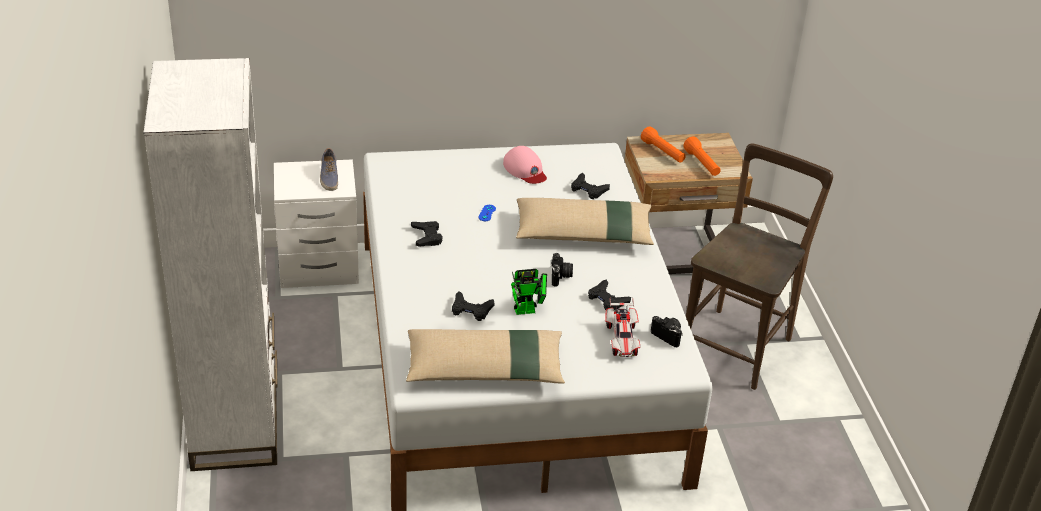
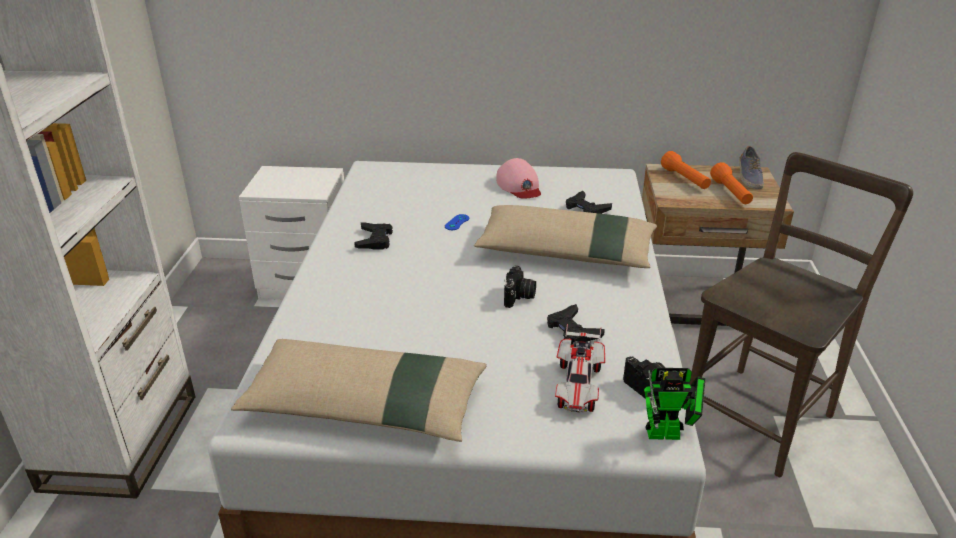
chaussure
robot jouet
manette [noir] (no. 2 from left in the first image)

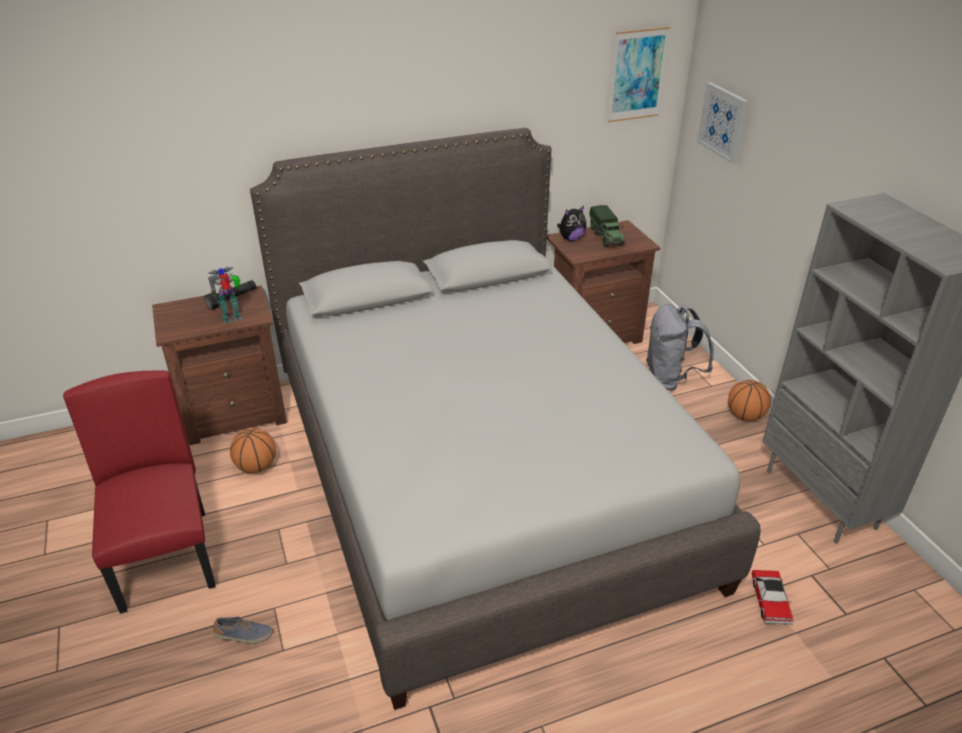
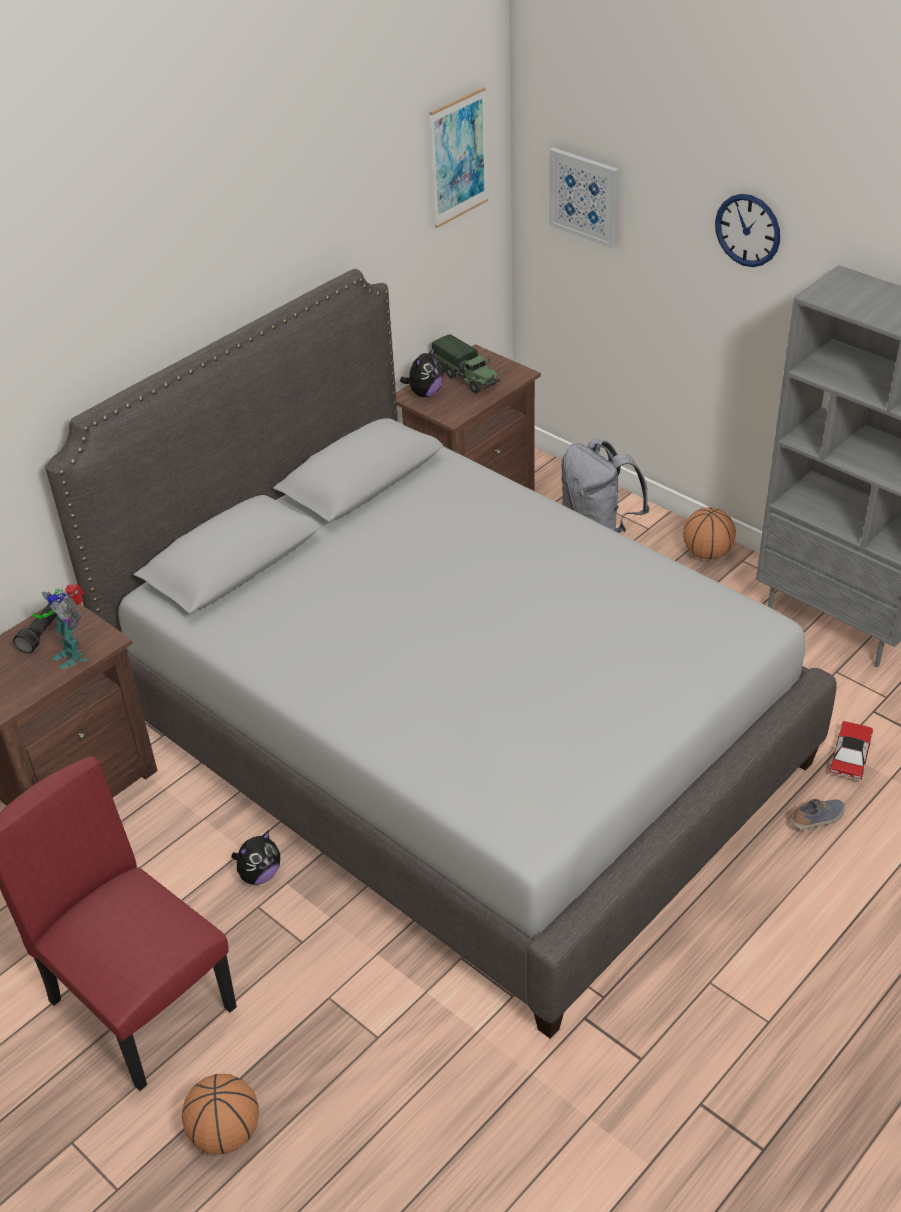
robot jouet
ballon de basket (no. 1 from left)
petite voiture
chaussure
horloge murale
peluche (no. 1 from left)

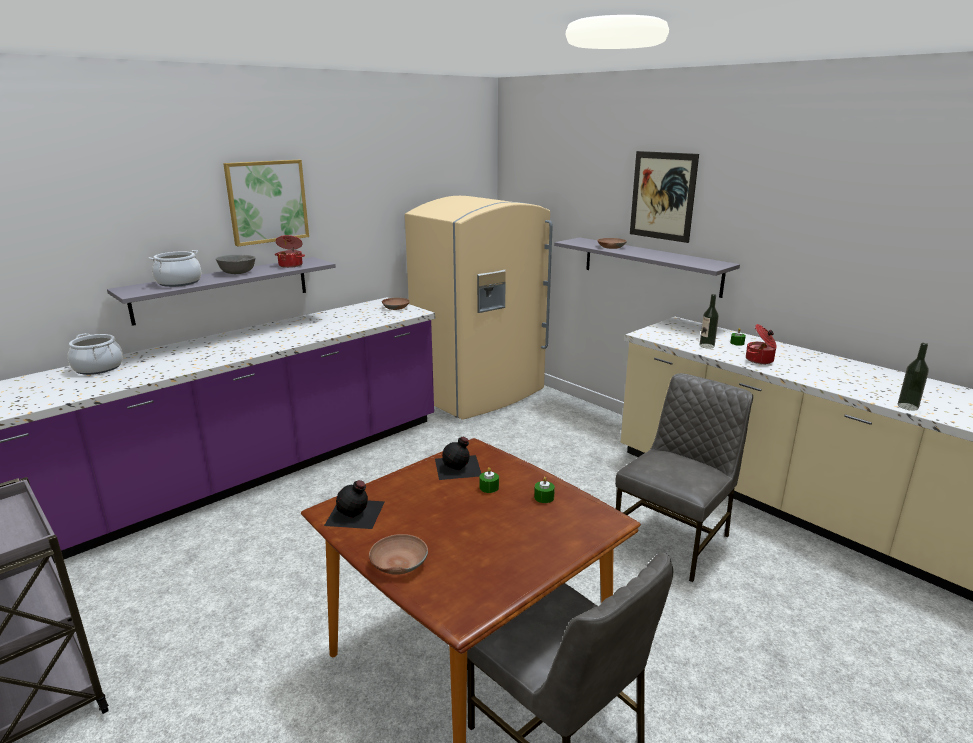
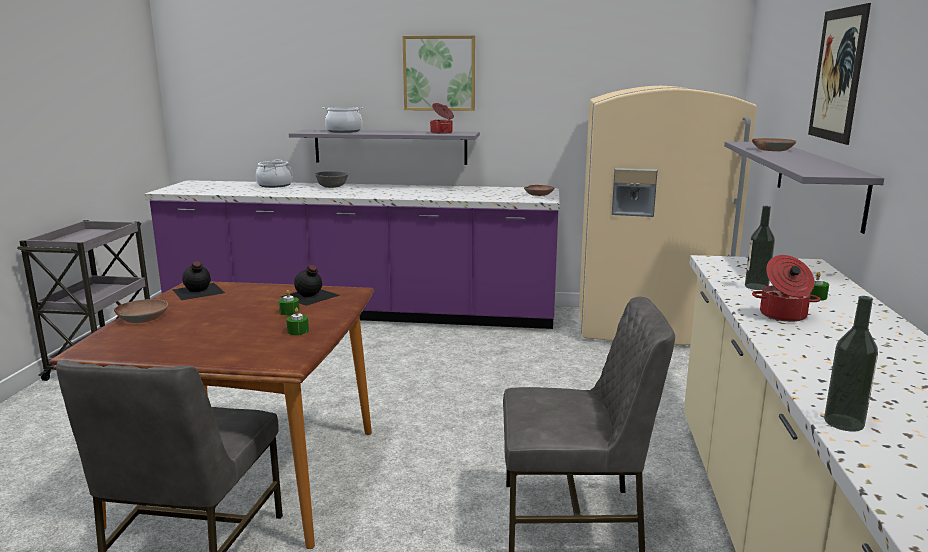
bol [gris]

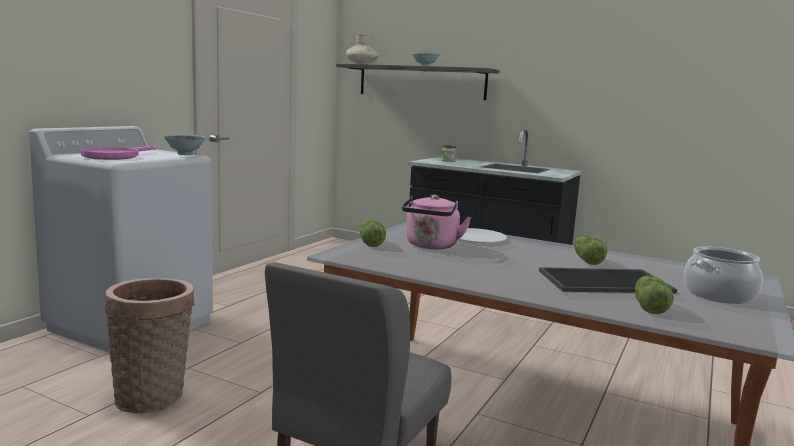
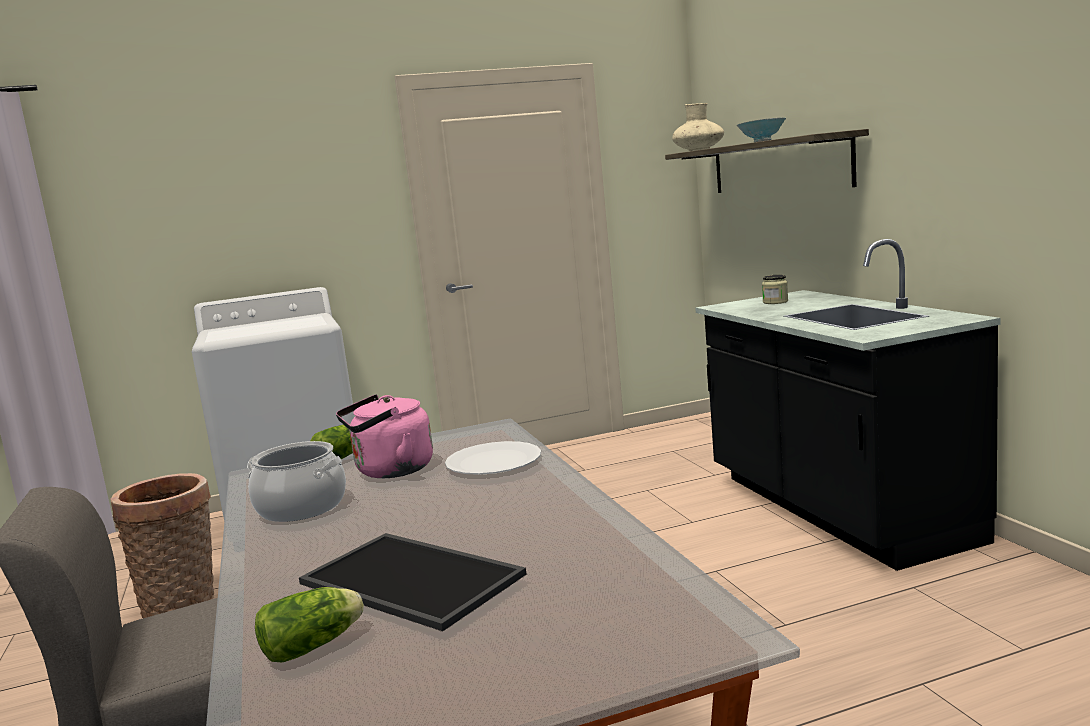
bol (no. 1 from left in the first image)
poêle [rose]
laitue (no. 2 from left in the first image)
marmite

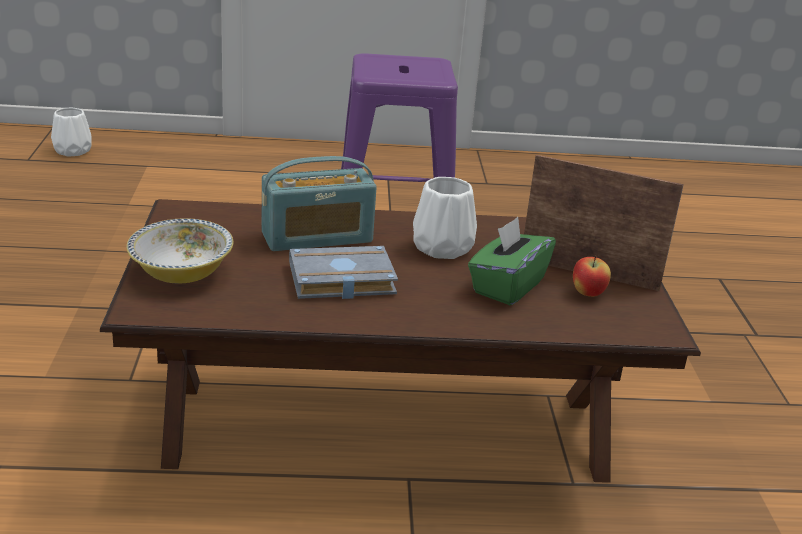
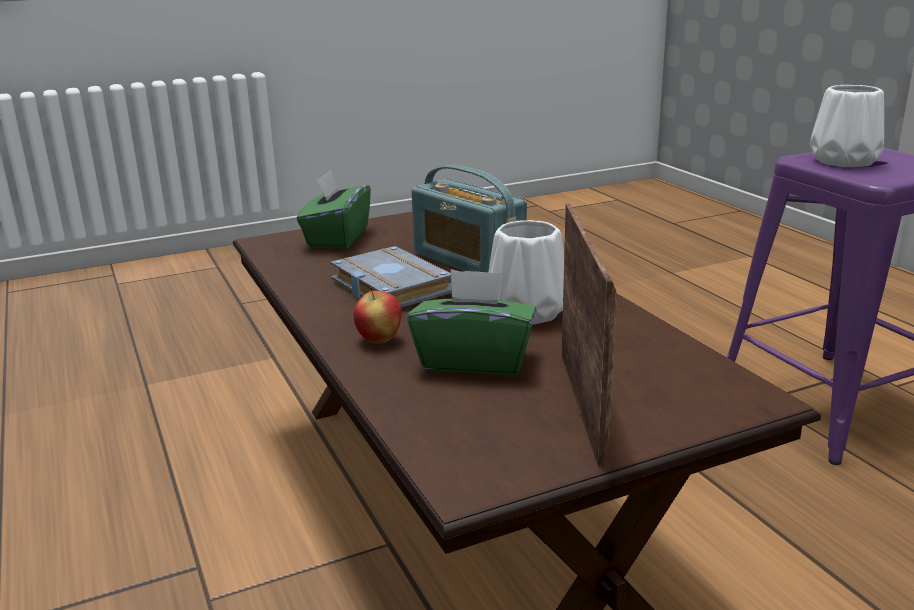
vase [blanc] (no. 2 from left)
boîte à mouchoirs [vert] (no. 1 from left)
pomme

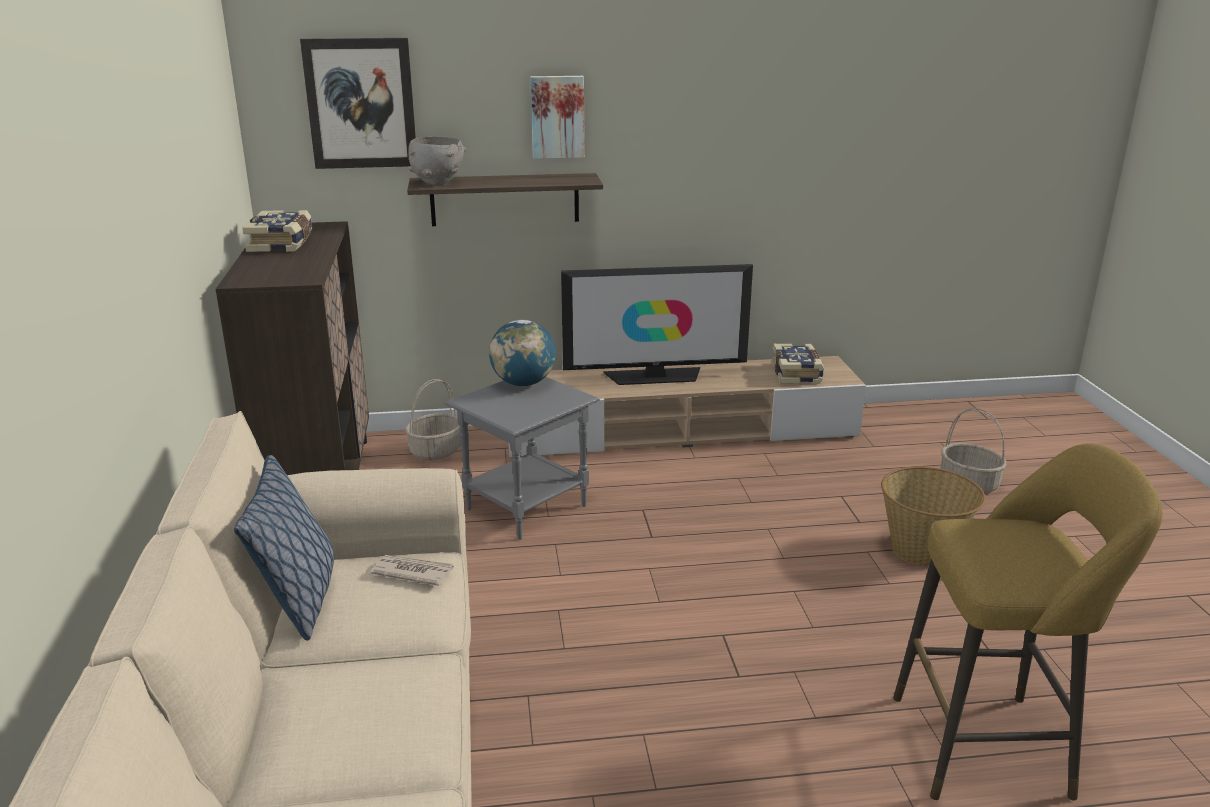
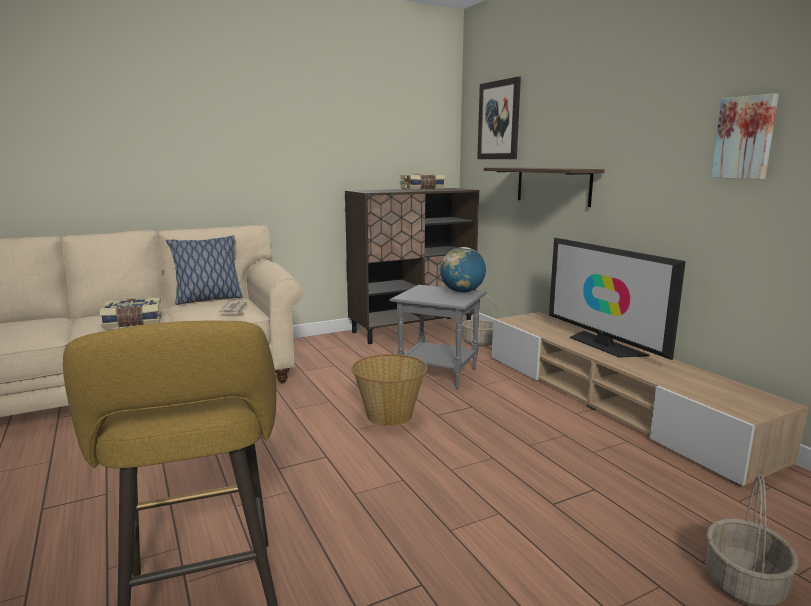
tableau (no. 2 from left)
bol [gris]
livre (no. 1 from left)
panier (no. 1 from left)

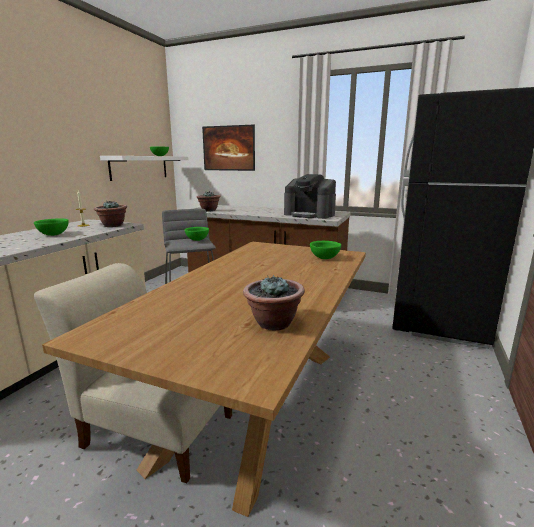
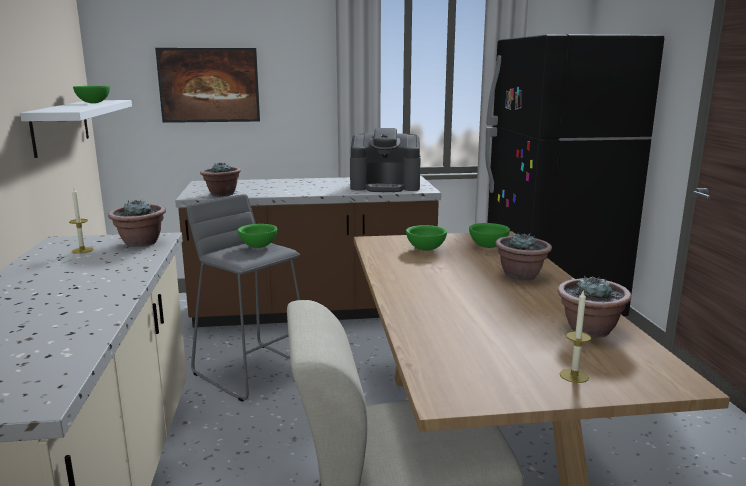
bol [vert] (no. 3 from left)
plante en pot (no. 3 from left)
bougie (no. 2 from left)

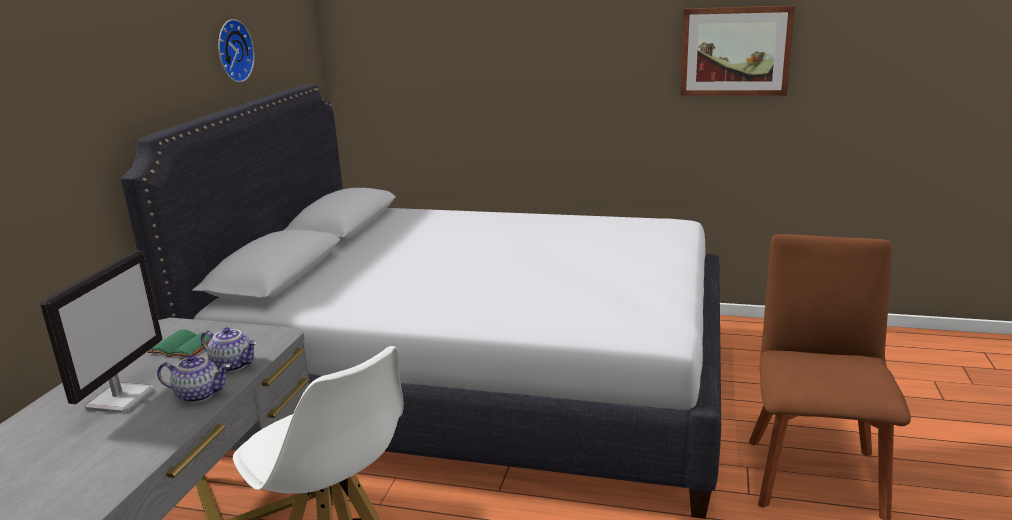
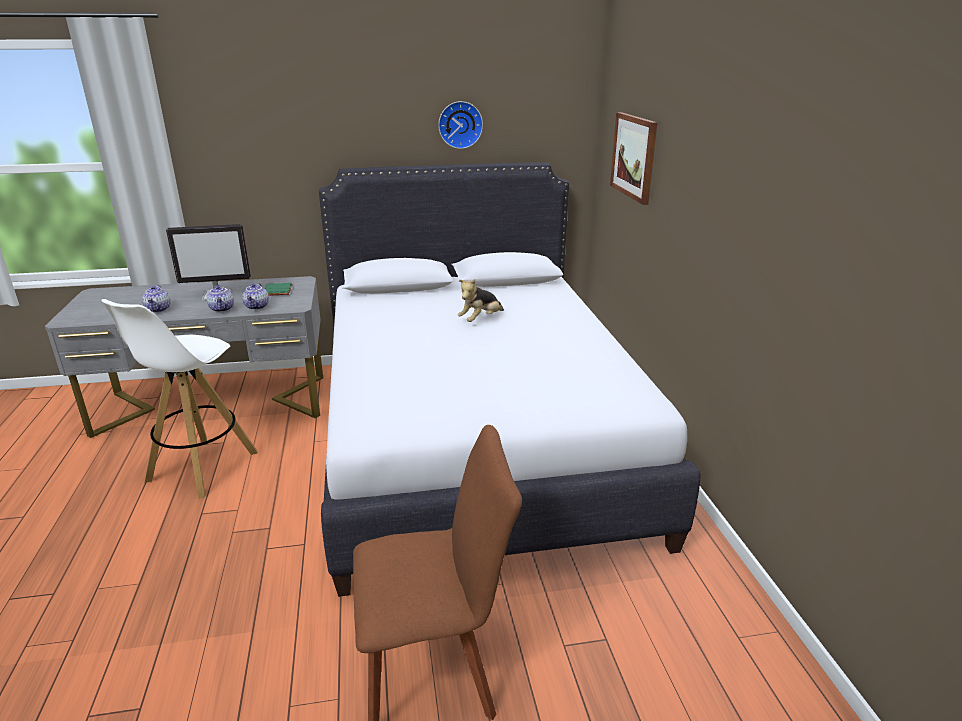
tableau
peluche
théière (no. 1 from left)

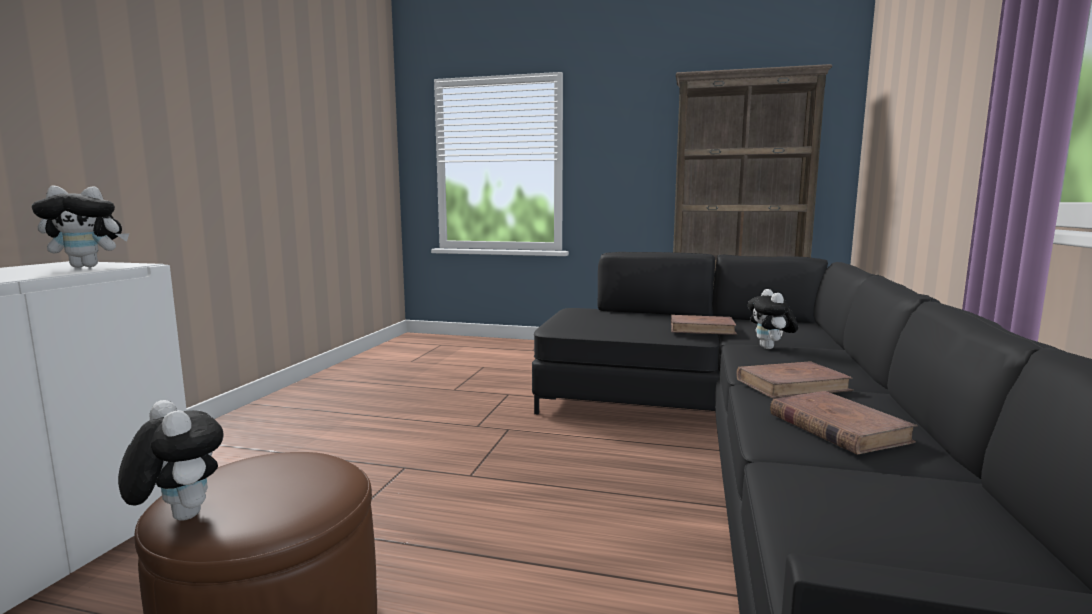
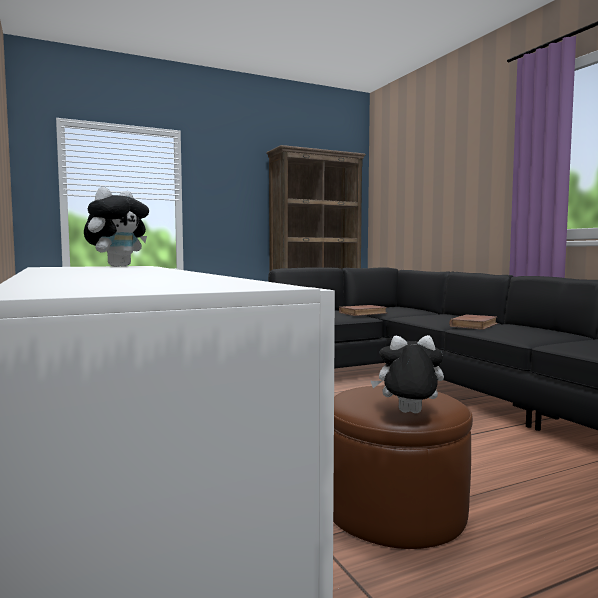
peluche (no. 3 from left in the first image)
livre [marron] (no. 3 from left in the first image)

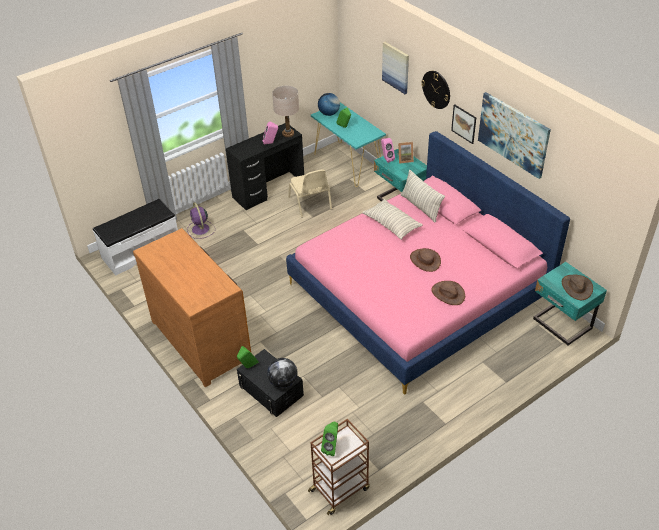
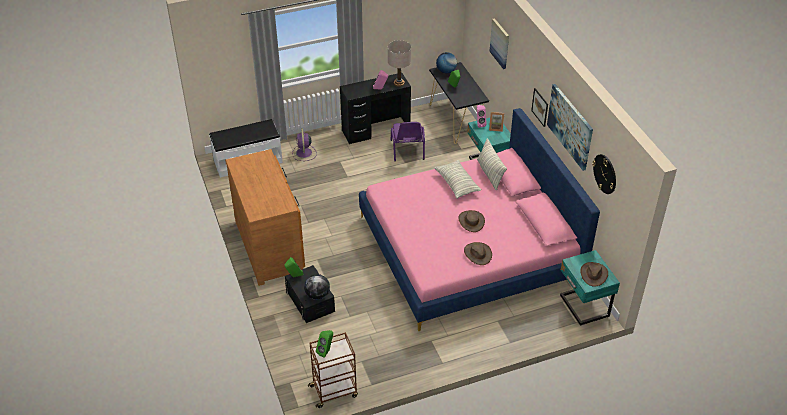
horloge murale
table console [noir]
chaise [violet]

